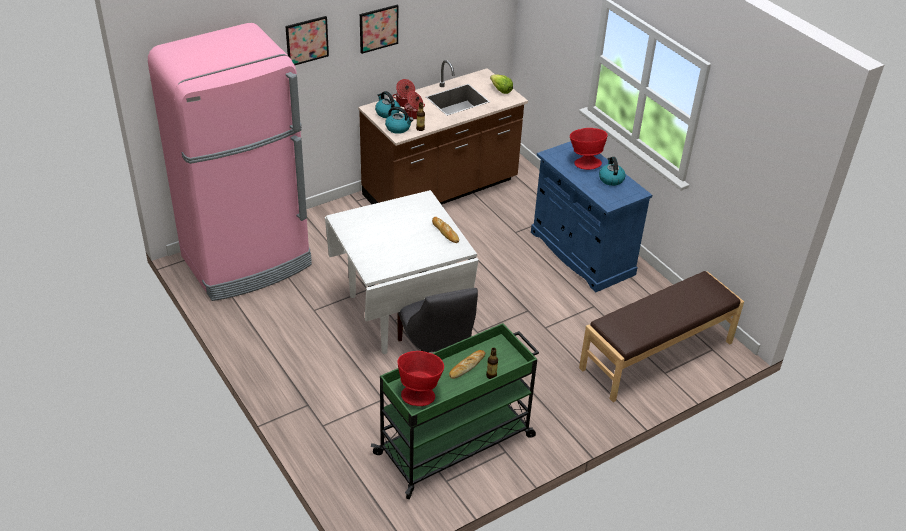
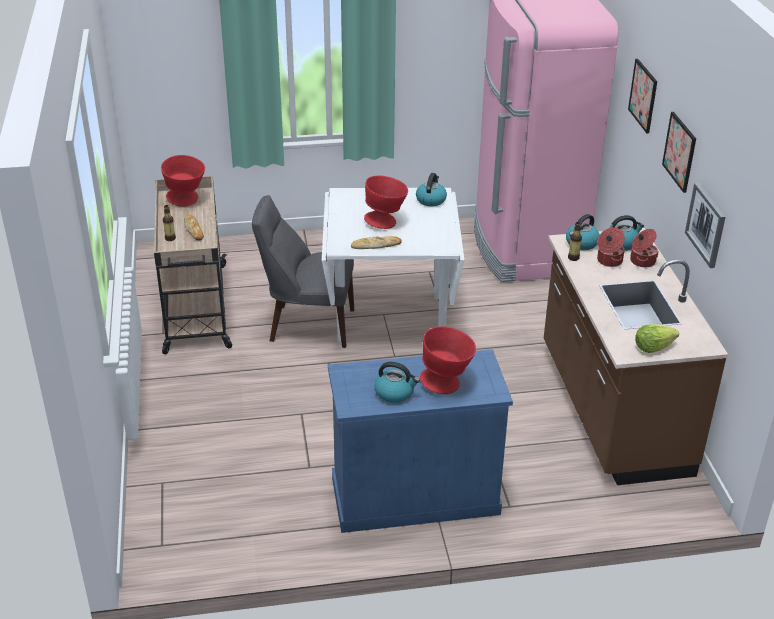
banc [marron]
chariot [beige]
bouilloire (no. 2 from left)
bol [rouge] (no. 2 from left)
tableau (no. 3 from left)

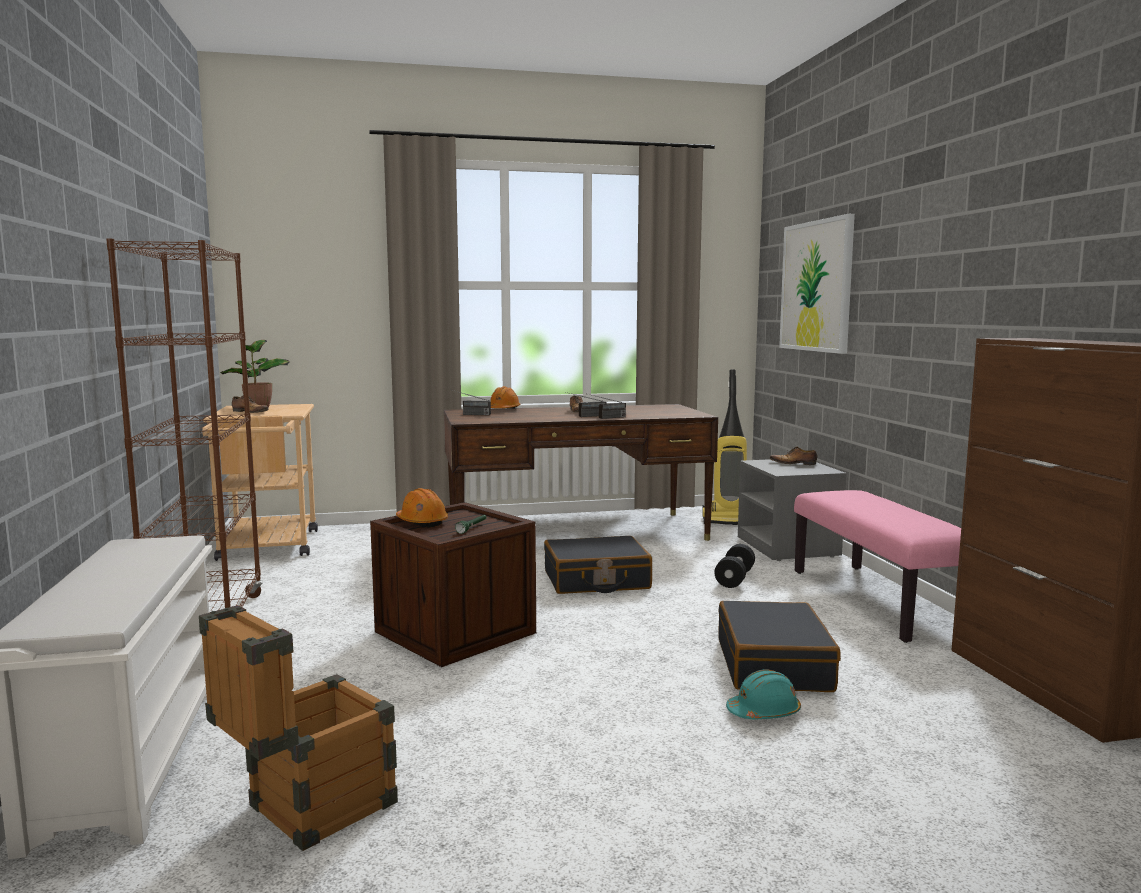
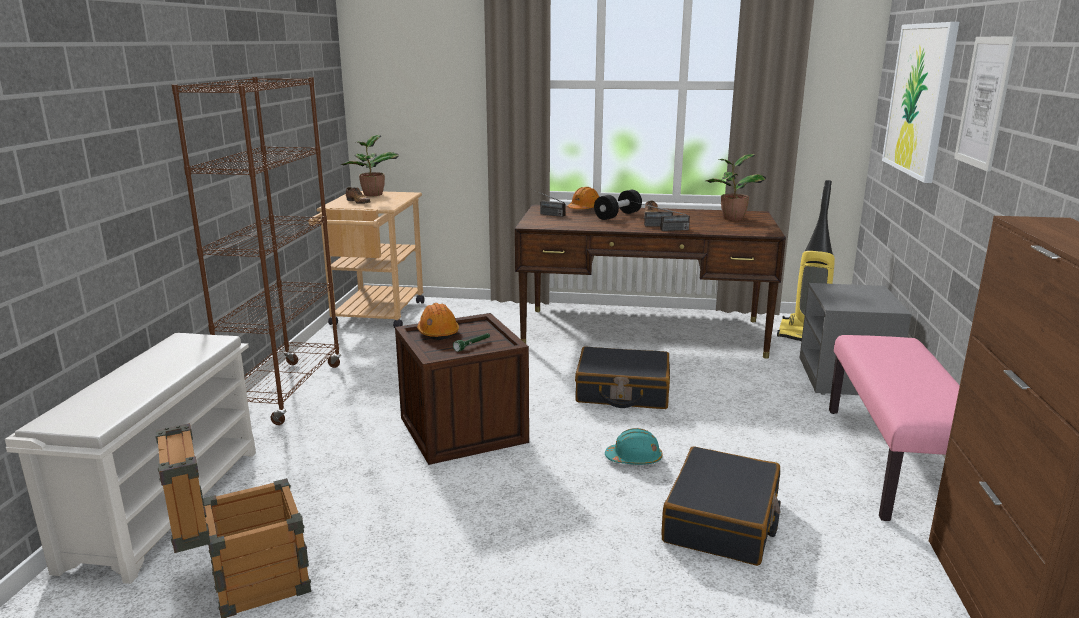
chaussure (no. 3 from left in the first image)
haltère [noir]
casque de chantier [turquoise]
tableau (no. 2 from left)
plante en pot (no. 2 from left)

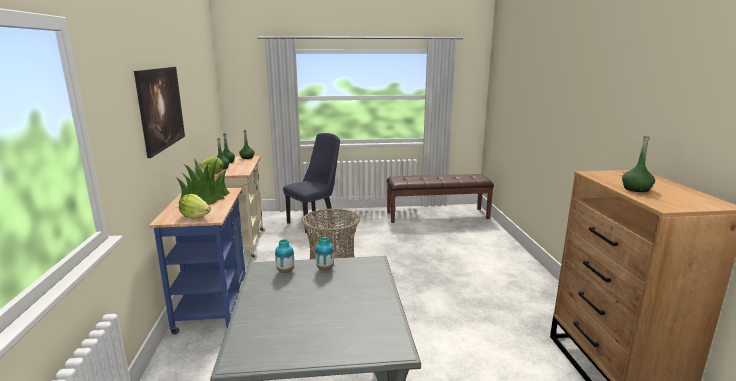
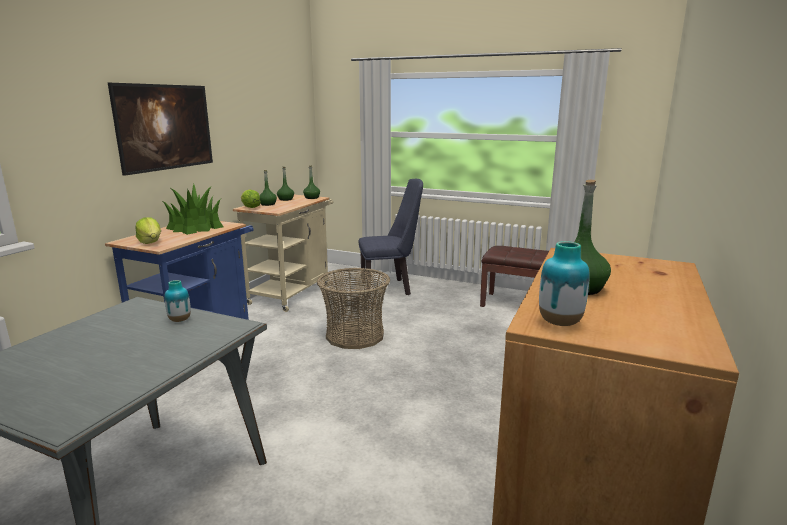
vase (no. 2 from left)

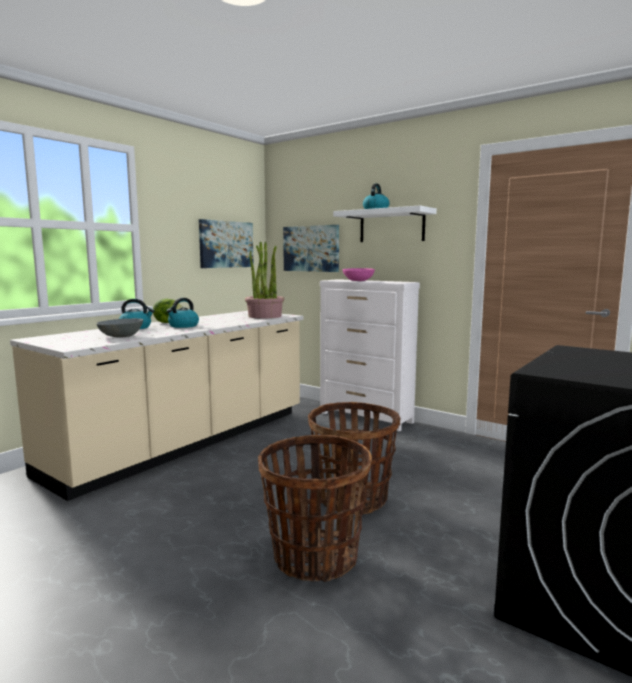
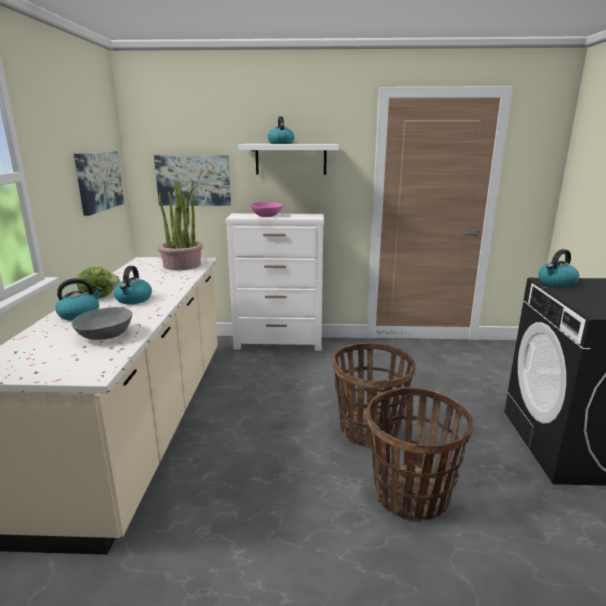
bouilloire (no. 4 from left)

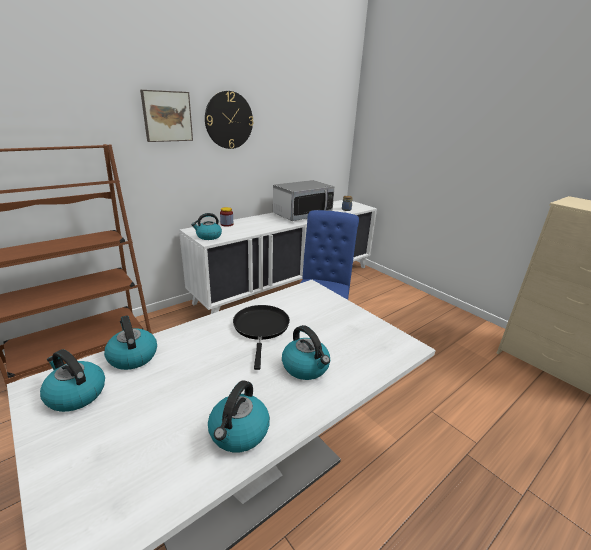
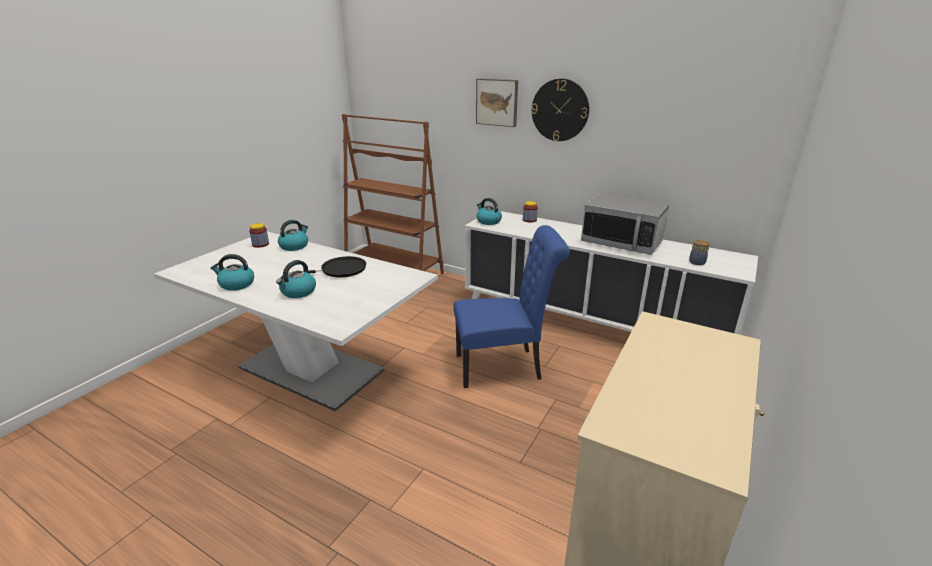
bocal (no. 1 from left)

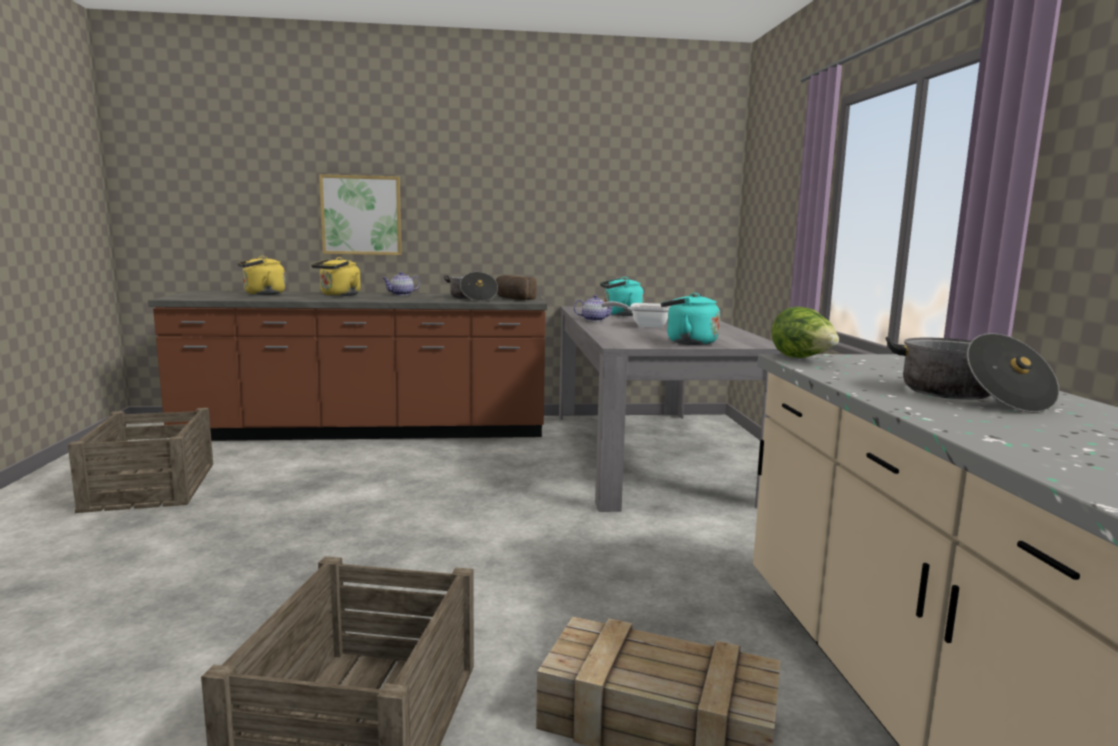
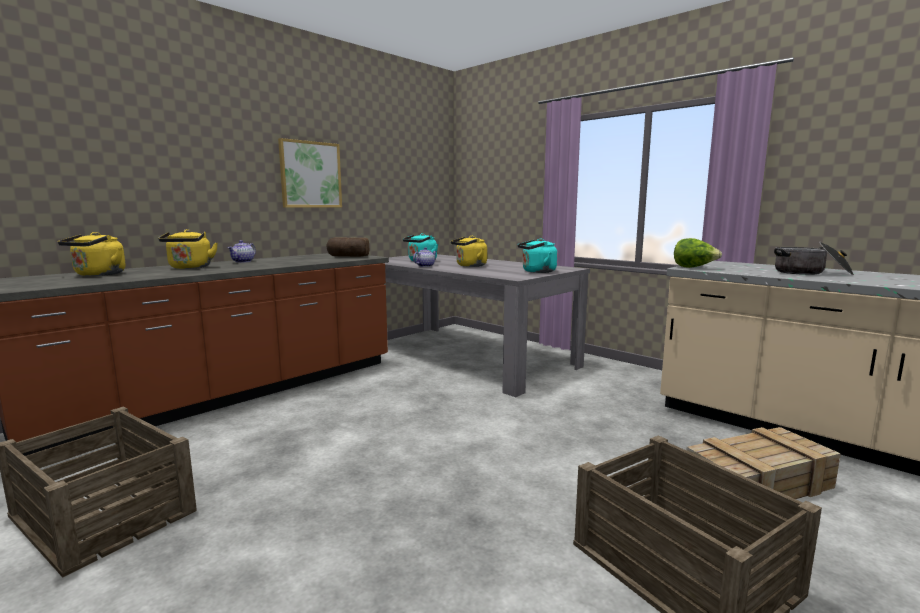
tableau
marmite (no. 1 from left in the first image)
bouilloire [jaune] (no. 3 from left)

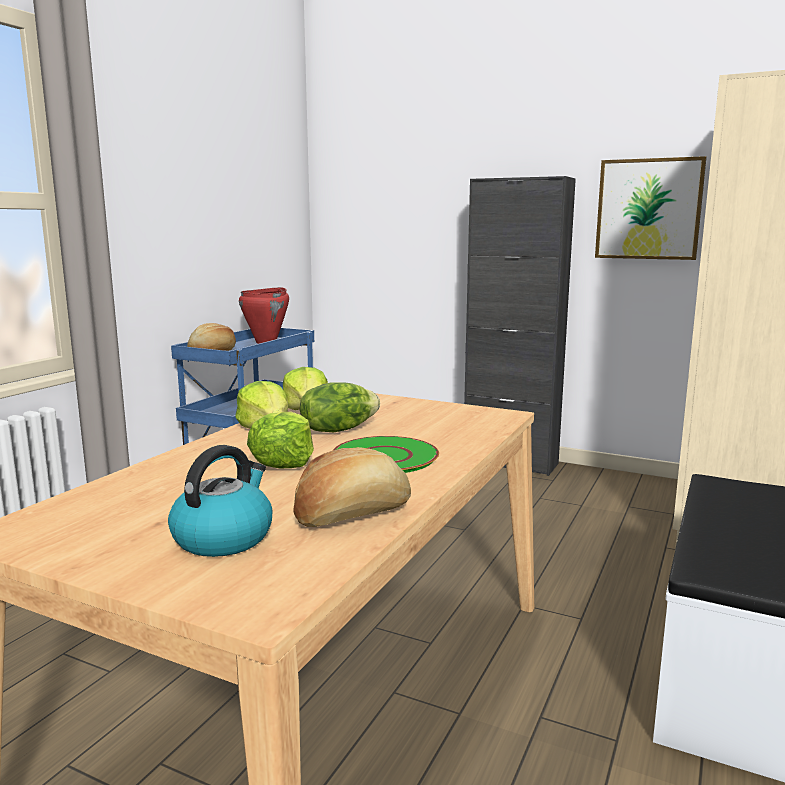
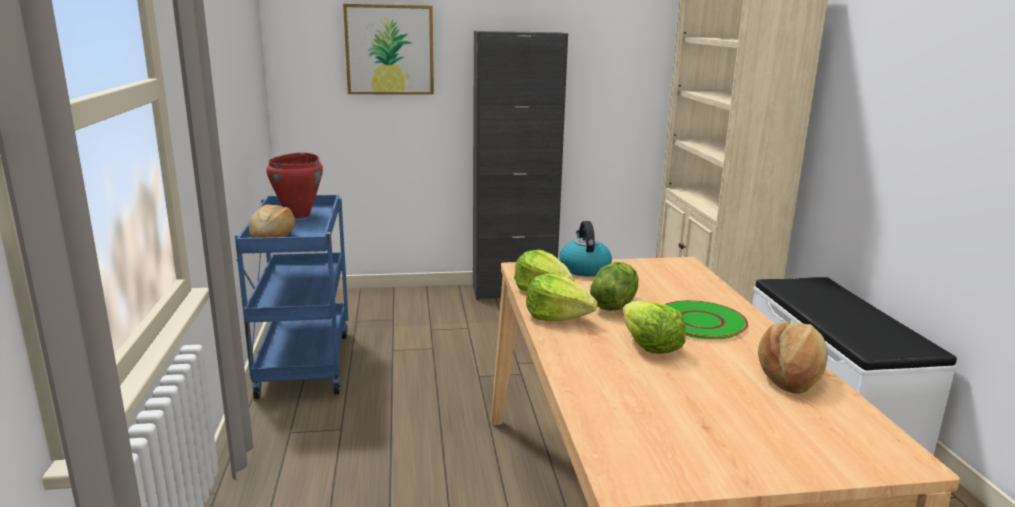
tableau
bouilloire

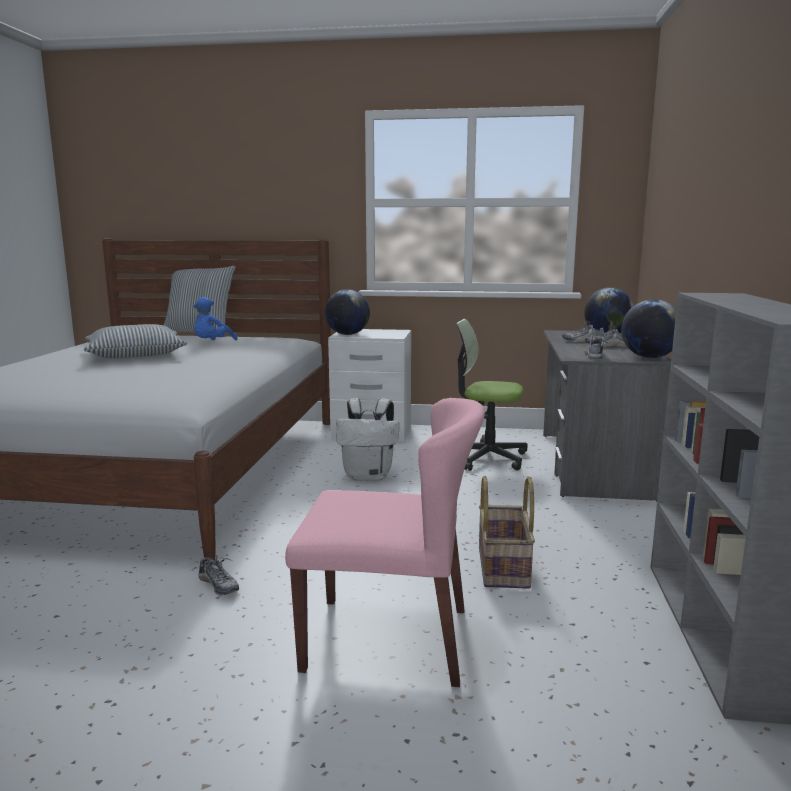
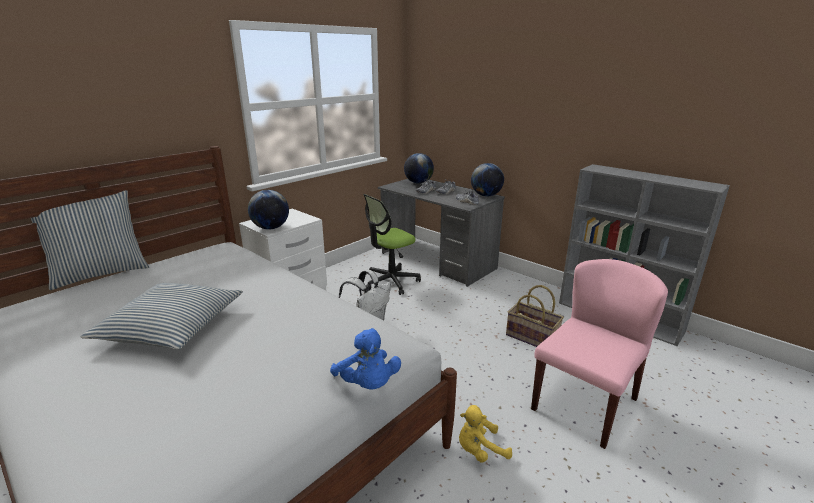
peluche [bleu]
peluche [jaune]

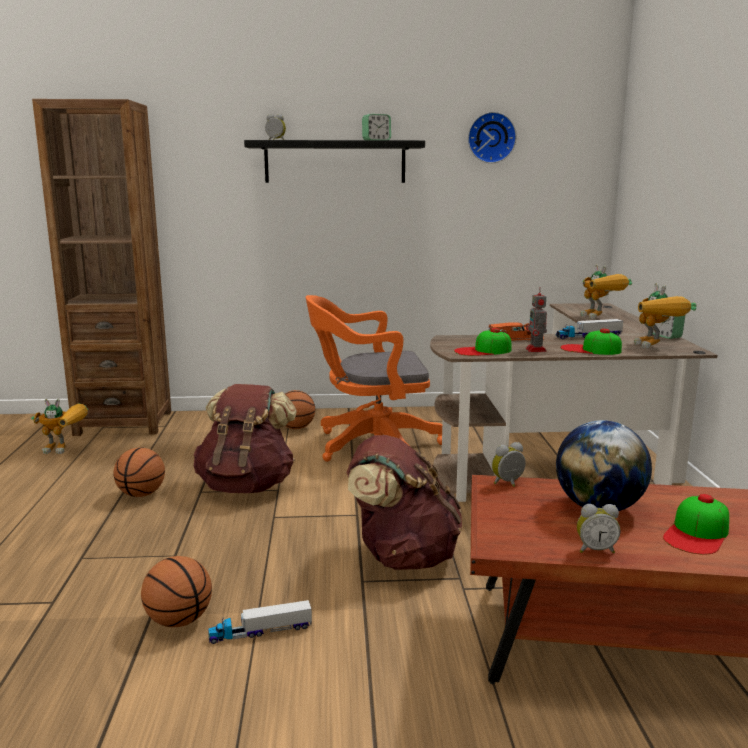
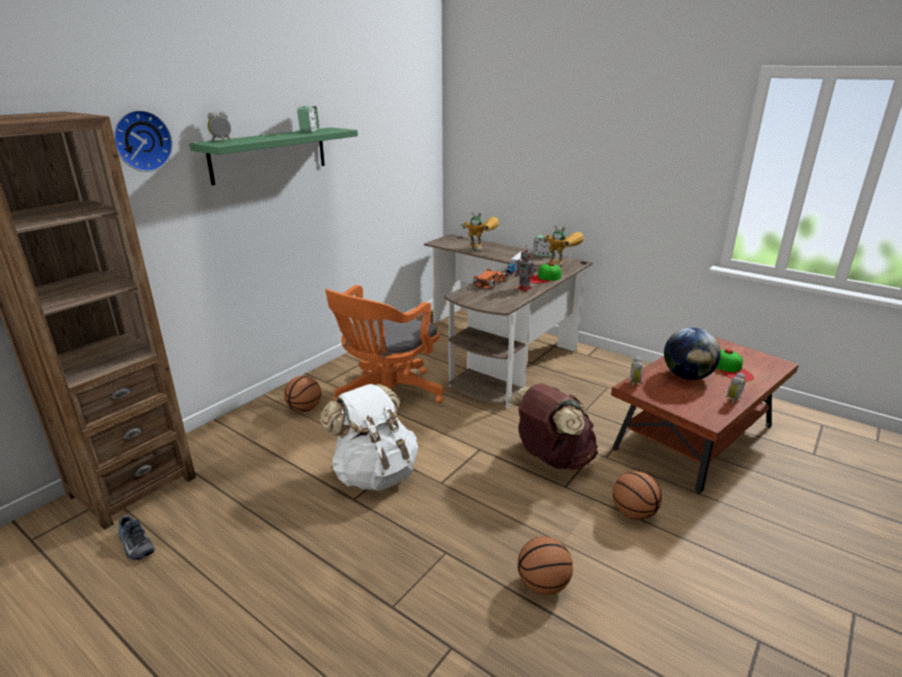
horloge murale
étagère [vert]
casquette (no. 1 from left in the first image)
sac à dos [blanc]
chaussure
ballon de basket (no. 3 from left)
camion jouet (no. 1 from left in the first image)

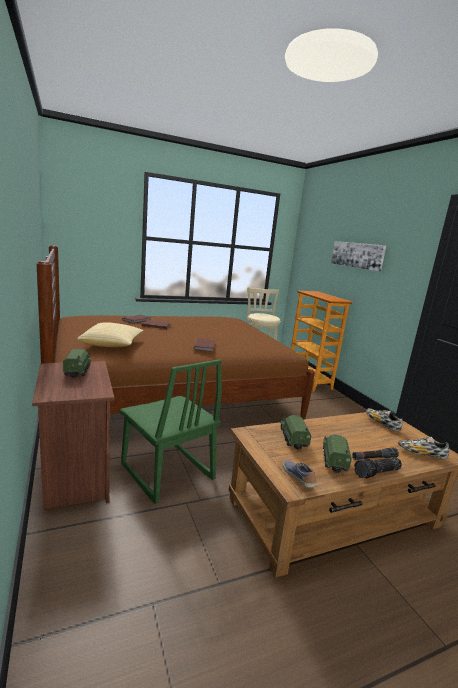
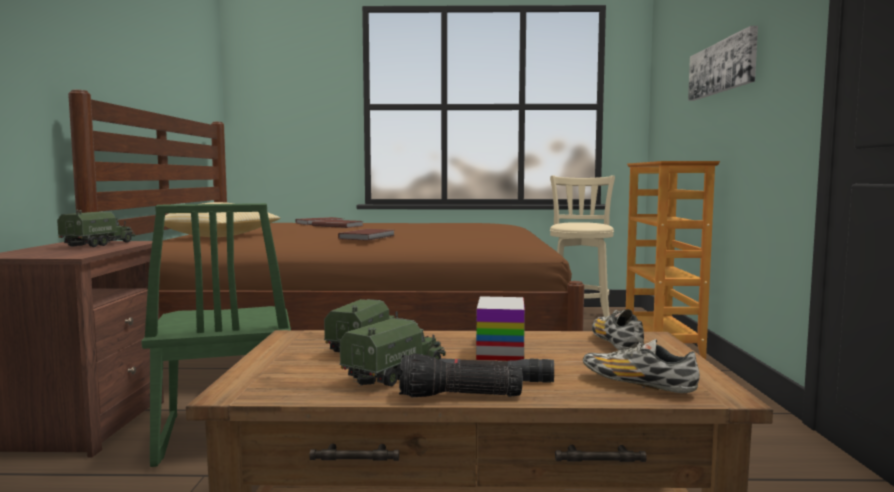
chaussure (no. 1 from left in the first image)
camion jouet (no. 4 from left)

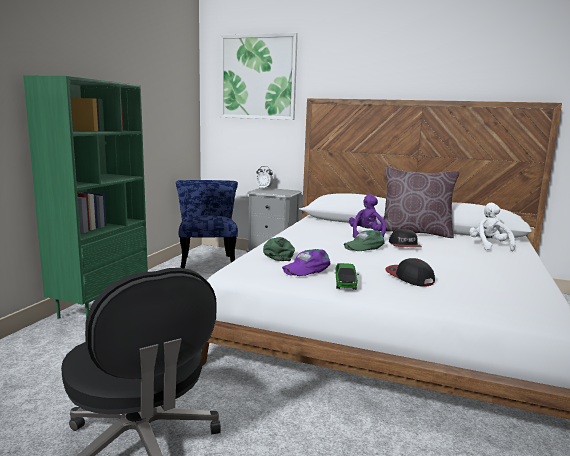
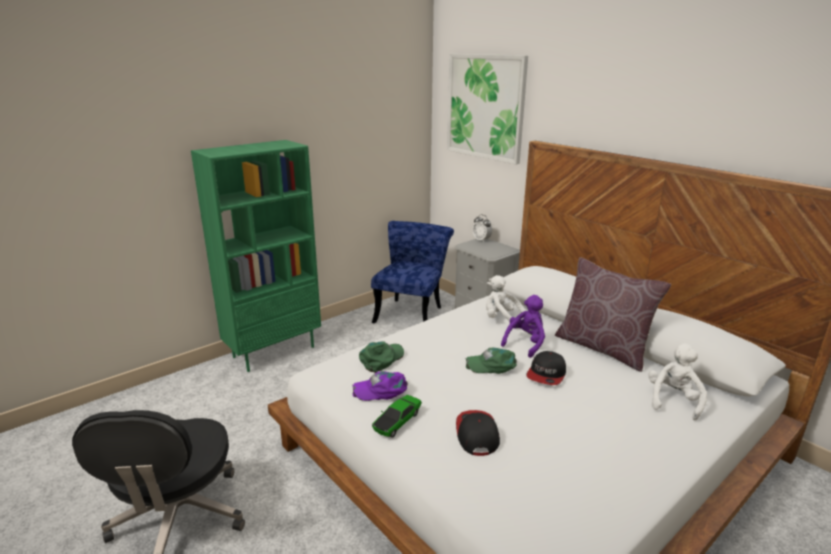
peluche [blanc] (no. 1 from left)

